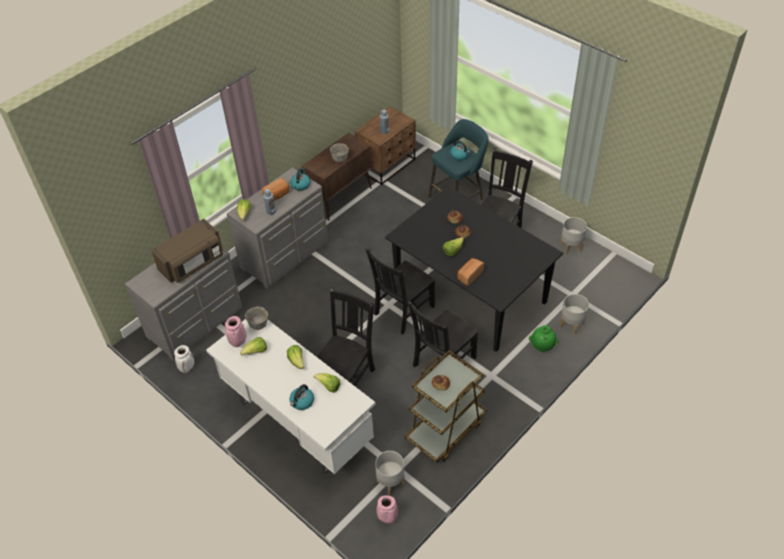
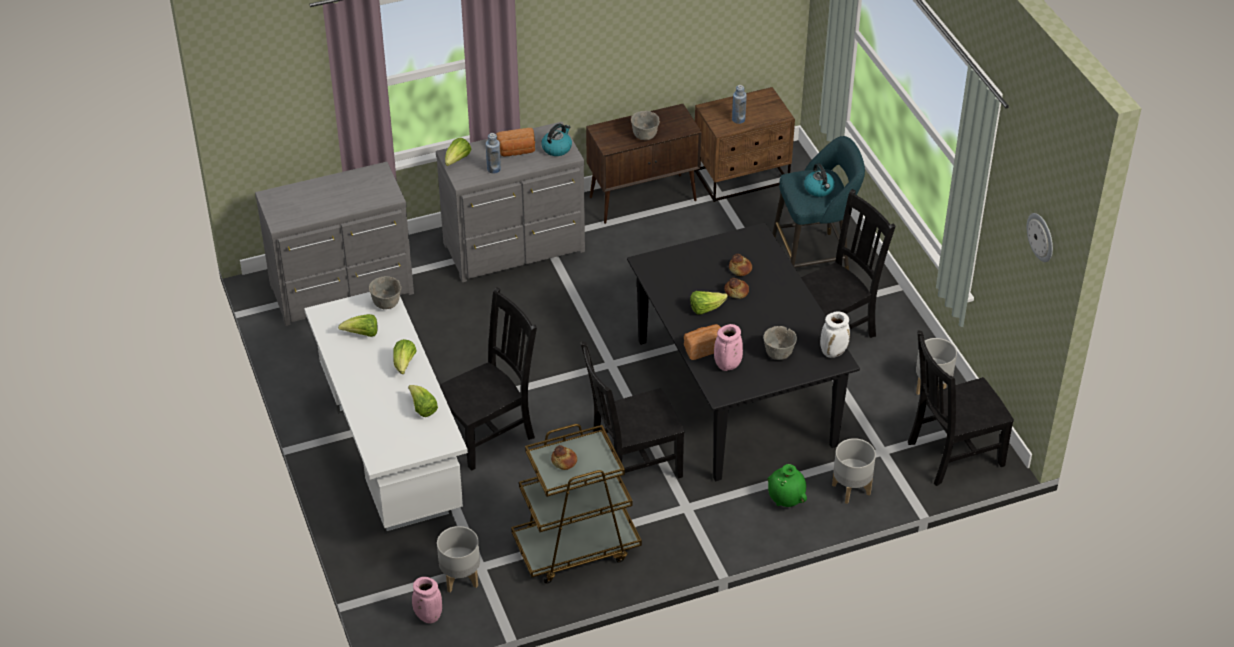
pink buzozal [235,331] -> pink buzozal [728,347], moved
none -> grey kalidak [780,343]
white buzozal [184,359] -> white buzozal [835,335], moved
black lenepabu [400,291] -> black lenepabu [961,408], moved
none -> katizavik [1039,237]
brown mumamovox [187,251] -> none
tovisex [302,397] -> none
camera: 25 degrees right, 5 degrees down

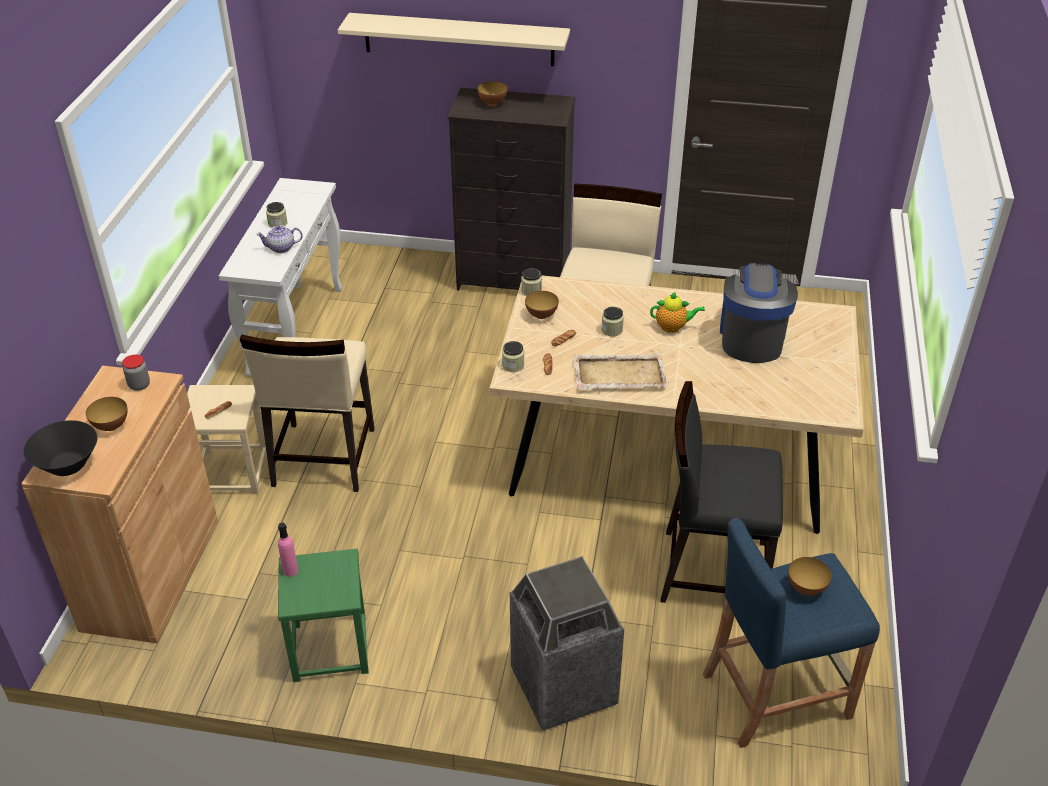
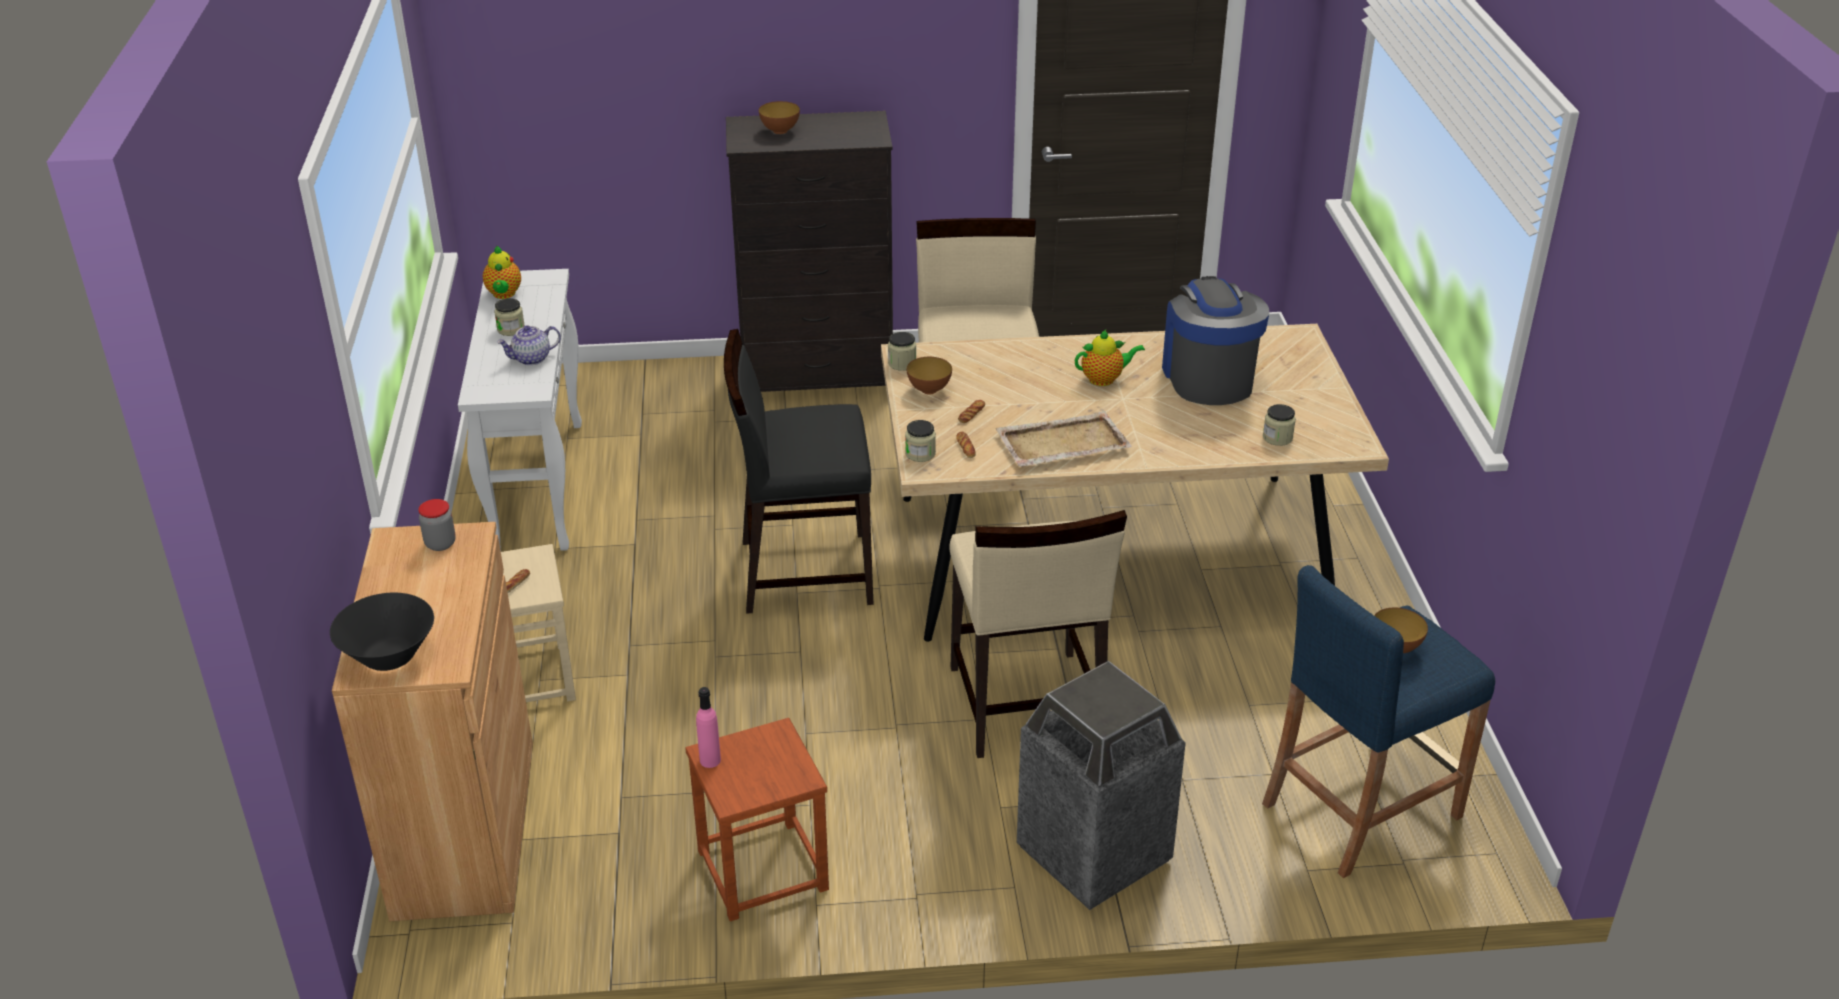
none -> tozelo [502,272]
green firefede [323,615] -> brown firefede [757,819]
black lenepabu [721,492] -> black lenepabu [799,471], moved
beige lenepabu [307,413] -> beige lenepabu [1038,634], moved
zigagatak [612,322] -> zigagatak [1279,425], moved
kalidak [107,414] -> none
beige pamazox [454,39] -> none
camera: 15 degrees left, 5 degrees down

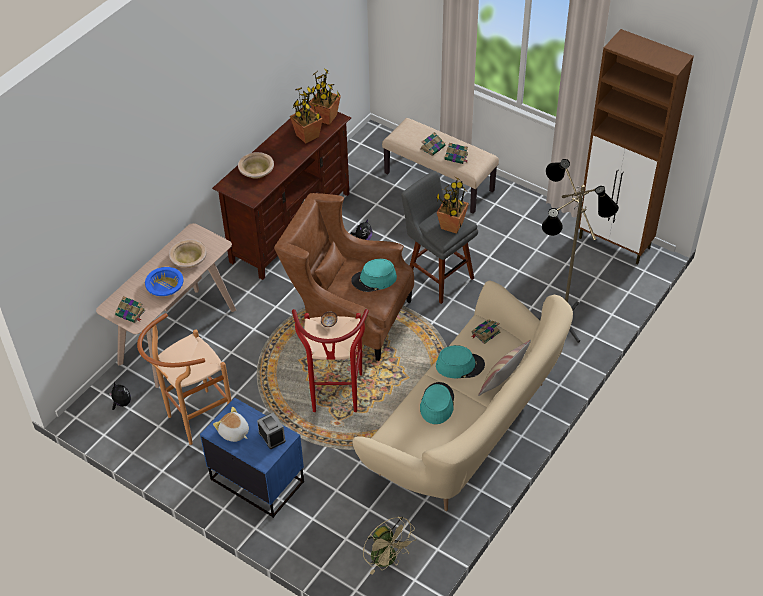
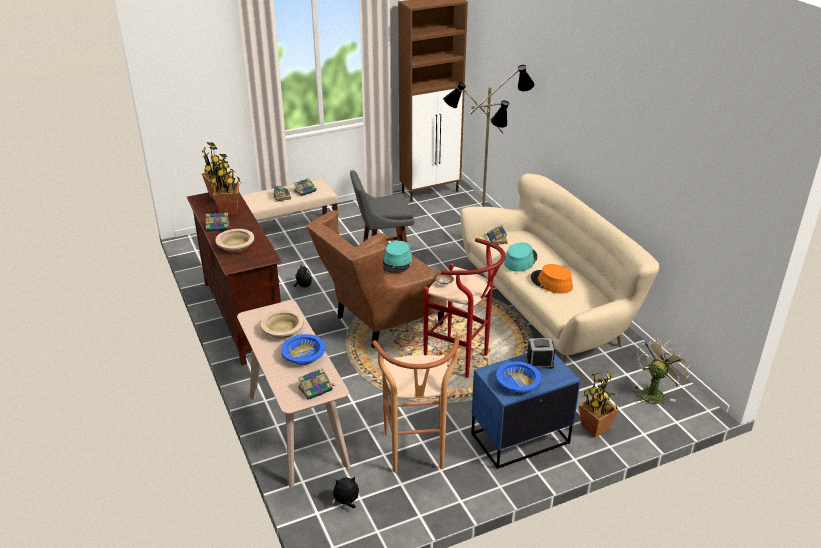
none -> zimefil [219,222]
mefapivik [231,424] -> blue kalidak [518,377]
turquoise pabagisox [437,403] -> orange pabagisox [552,279]
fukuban [452,205] -> fukuban [599,404], moved
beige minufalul [389,545] -> beige minufalul [661,370], 45 degrees counterclockwise
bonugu [504,367] -> none
camera: 60 degrees left, 15 degrees down

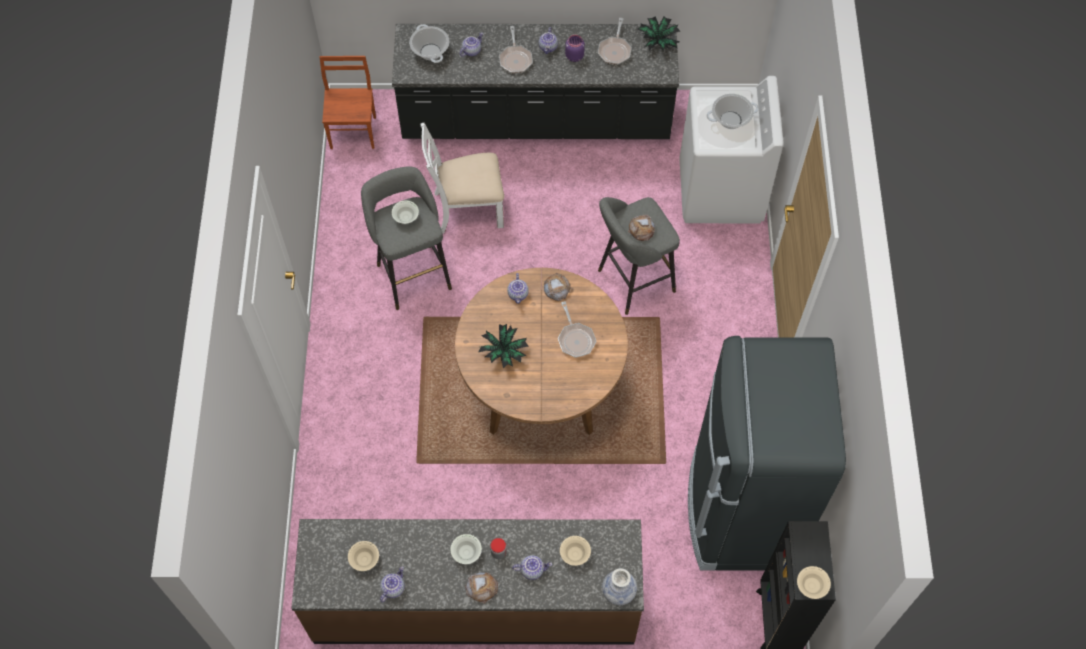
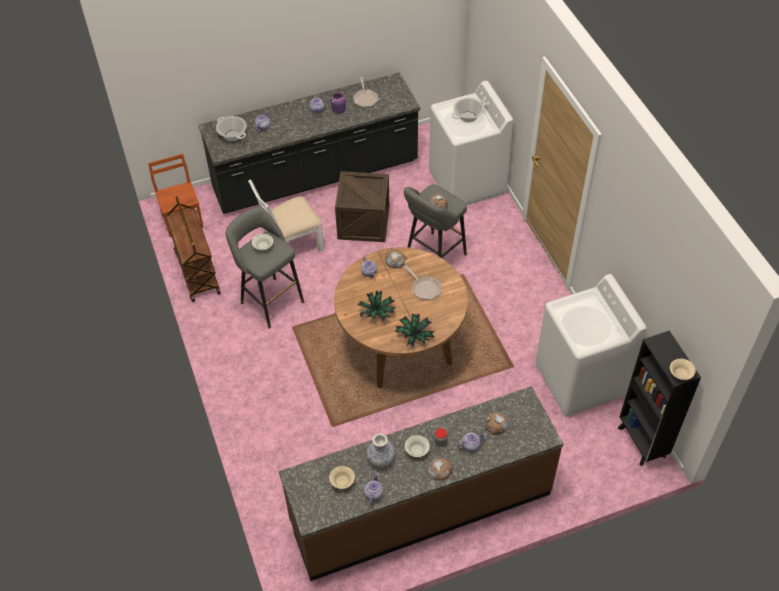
none -> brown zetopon [193,249]
none -> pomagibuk [362,206]
buzozal [619,586] -> buzozal [381,450], moved
fukuban [658,33] -> fukuban [415,330], moved
beige kalidak [575,551] -> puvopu [497,423]
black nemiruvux [767,453] -> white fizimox [591,345]
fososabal [516,49] -> none
camera: 20 degrees left, 10 degrees down

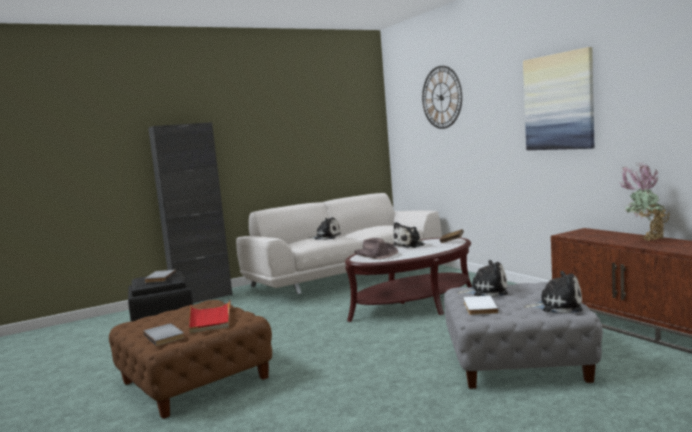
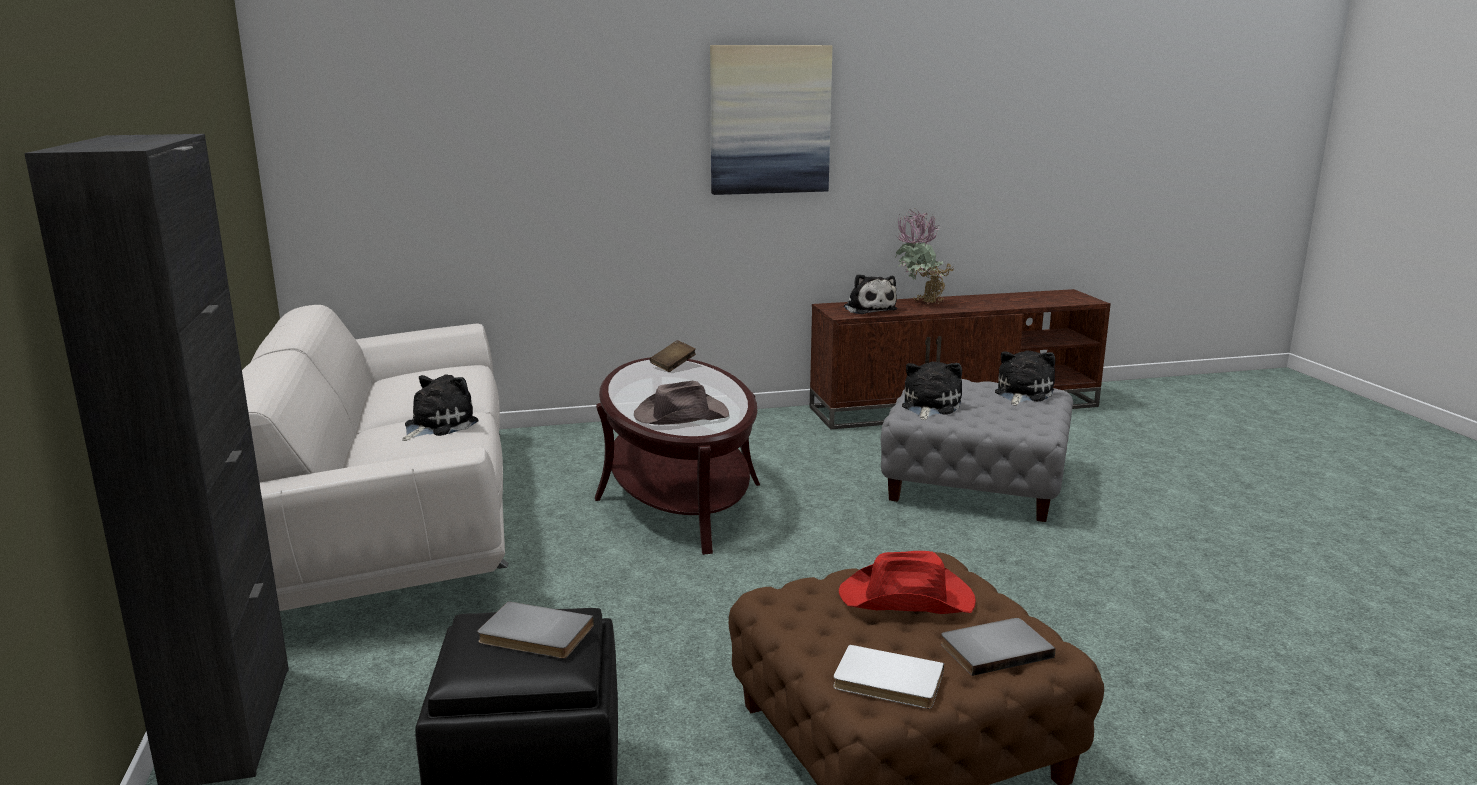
white zimefil [480,305] -> white zimefil [888,677], moved
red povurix [210,316] -> red pabagisox [907,582]
mefapivik [408,235] -> mefapivik [870,294], moved
katizavik [442,97] -> none
camera: 75 degrees left, 10 degrees up

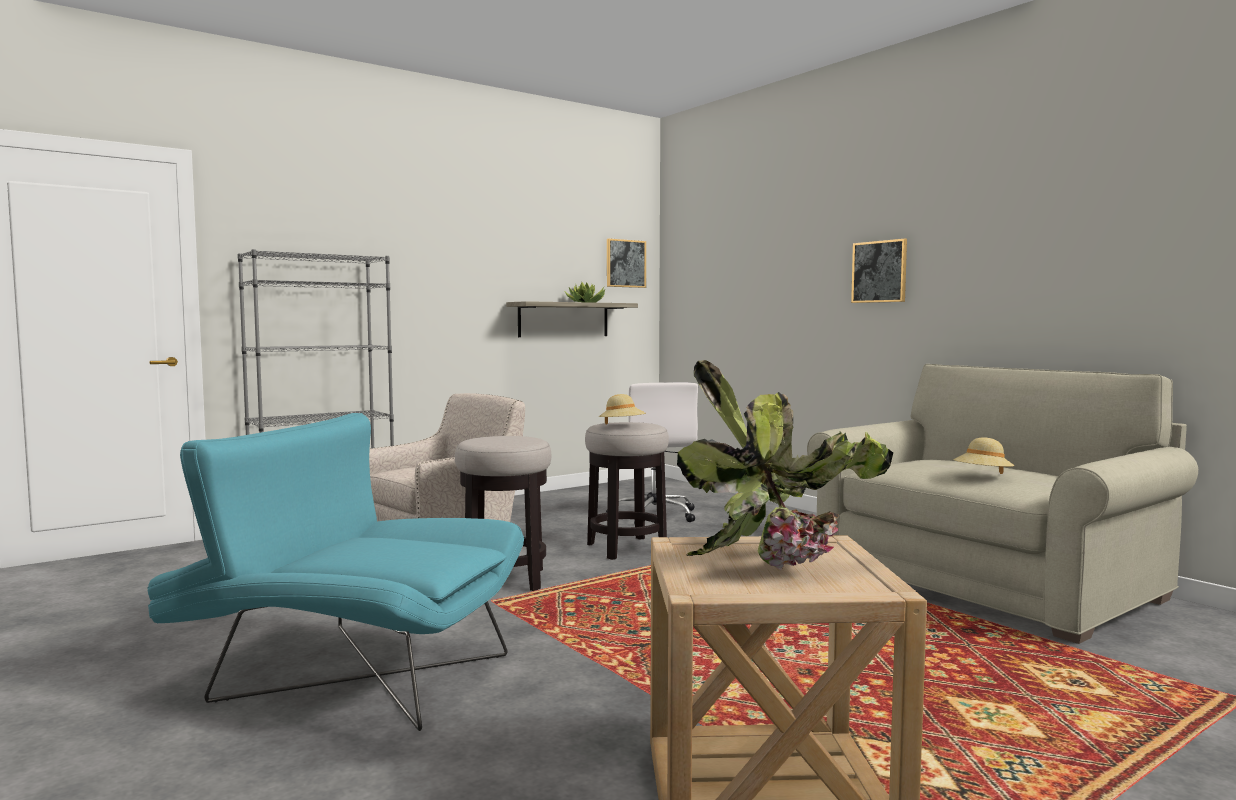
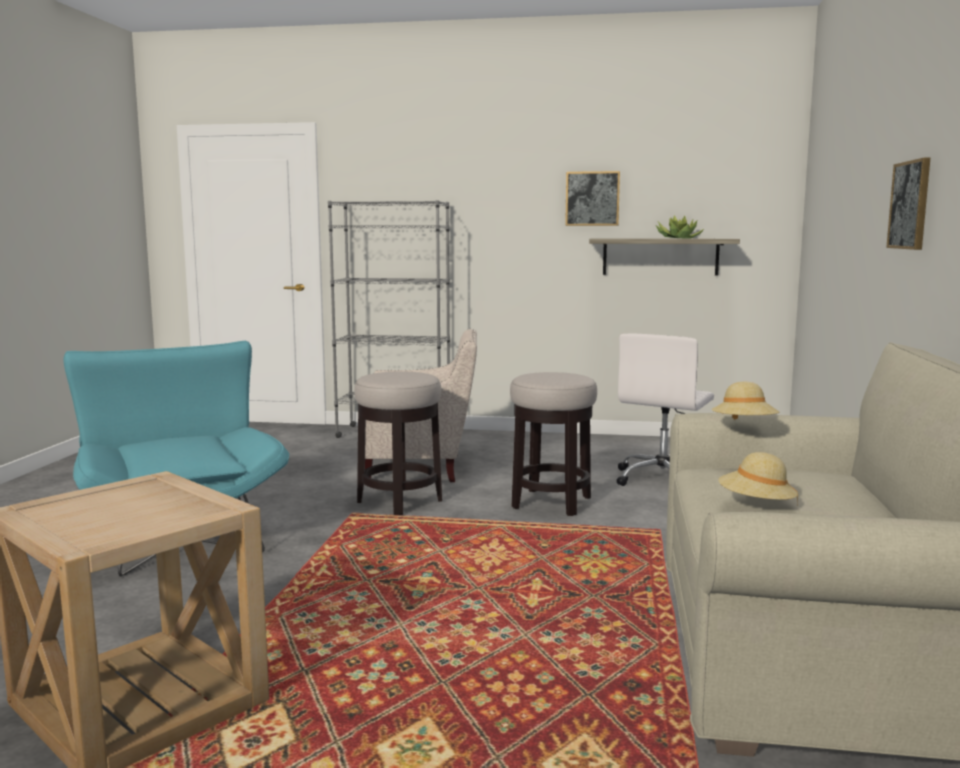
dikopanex [626,263] -> dikopanex [592,198], moved
beige pabagisox [622,409] -> beige pabagisox [745,401], moved
fukuban [785,465] -> none
camera: 45 degrees right, 5 degrees up

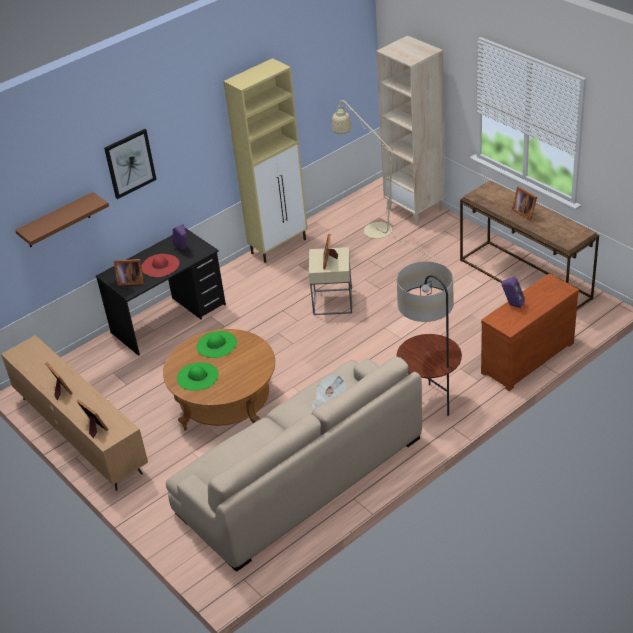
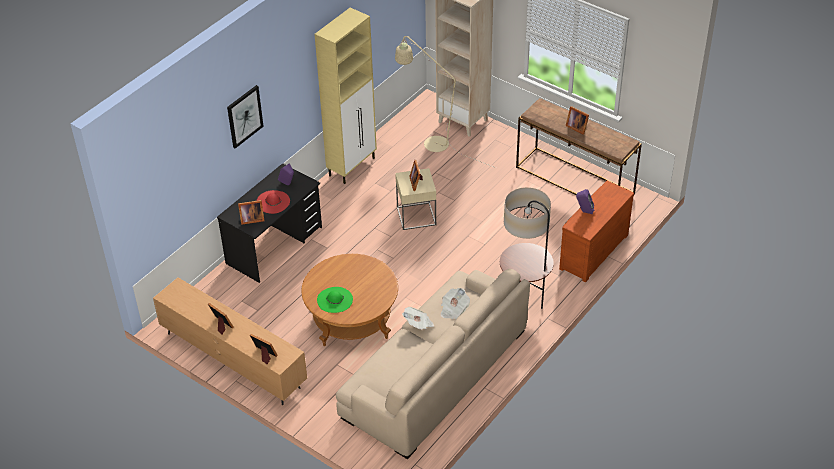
none -> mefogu [418,318]
brown pamazox [62,219] -> none
green pabagisox [216,344] -> none
camera: 15 degrees left, 5 degrees up

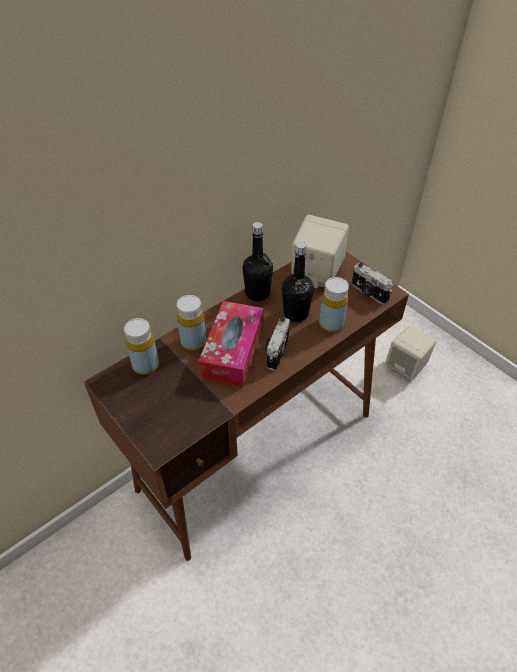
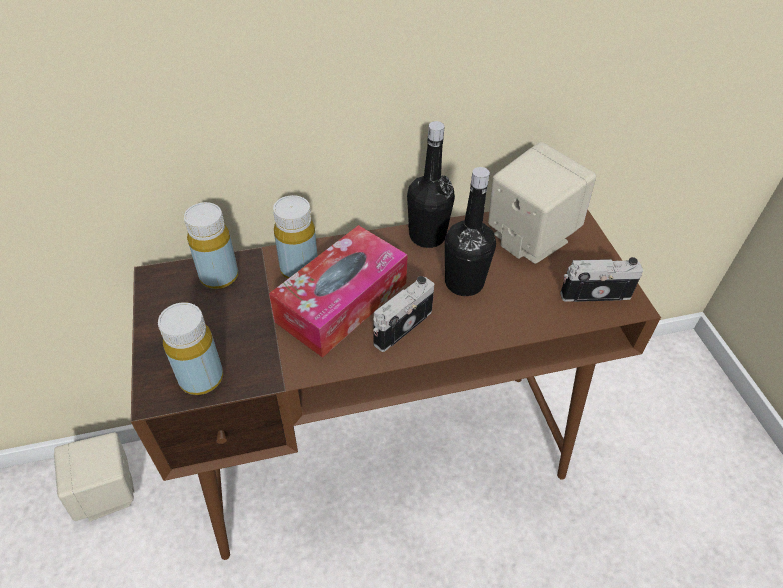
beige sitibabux [410,354] -> beige sitibabux [94,476], moved
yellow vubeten [334,304] -> yellow vubeten [190,348], moved
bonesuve [372,284] -> bonesuve [601,279], 105 degrees clockwise
camera: 25 degrees right, 0 degrees up

